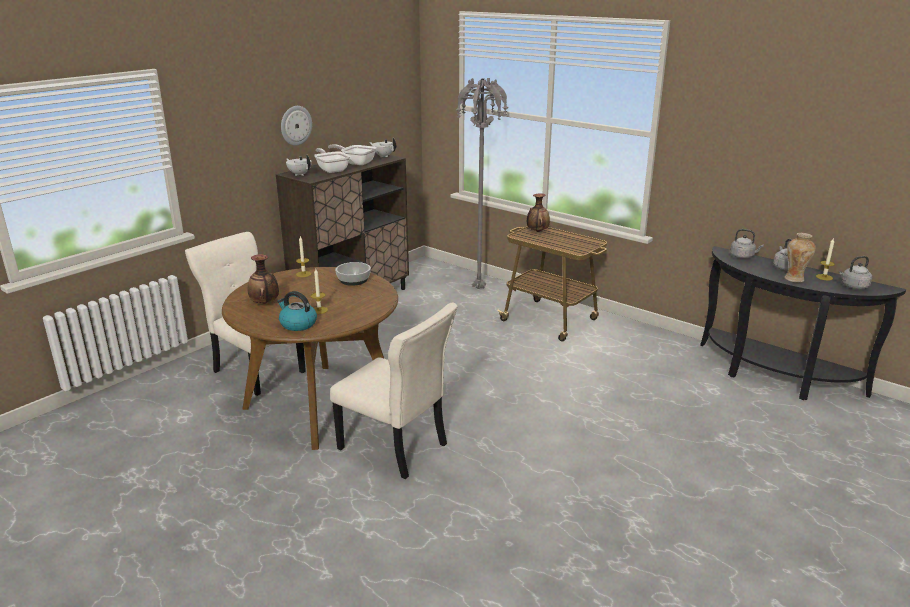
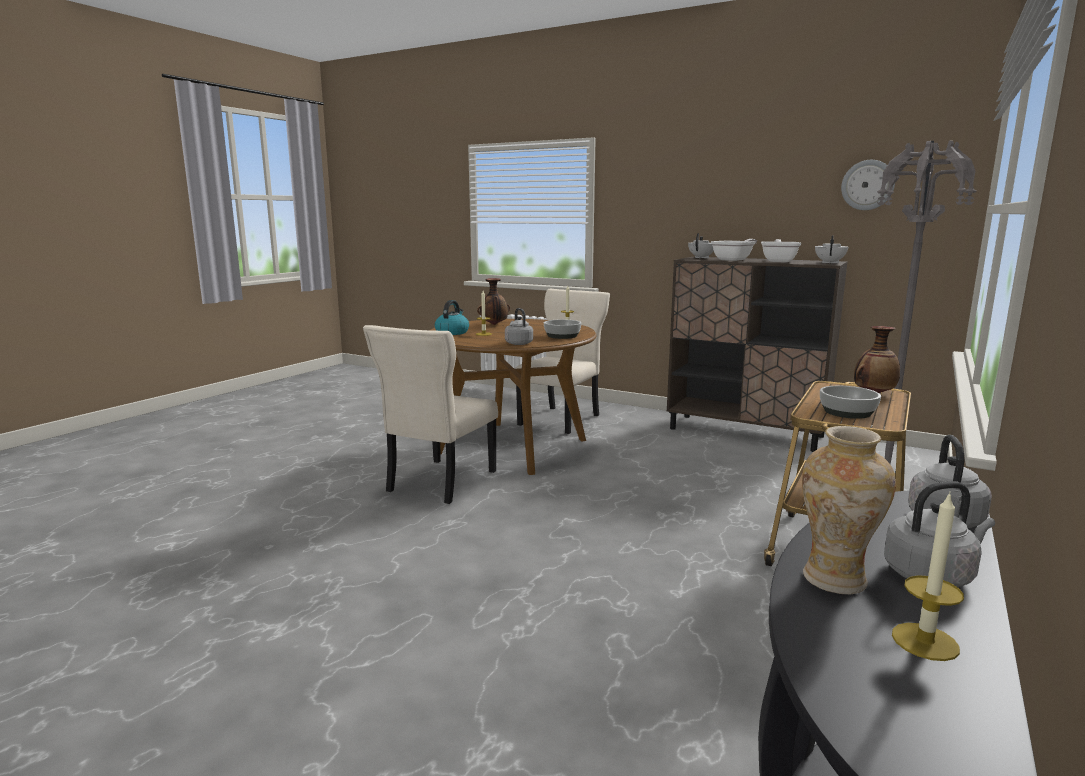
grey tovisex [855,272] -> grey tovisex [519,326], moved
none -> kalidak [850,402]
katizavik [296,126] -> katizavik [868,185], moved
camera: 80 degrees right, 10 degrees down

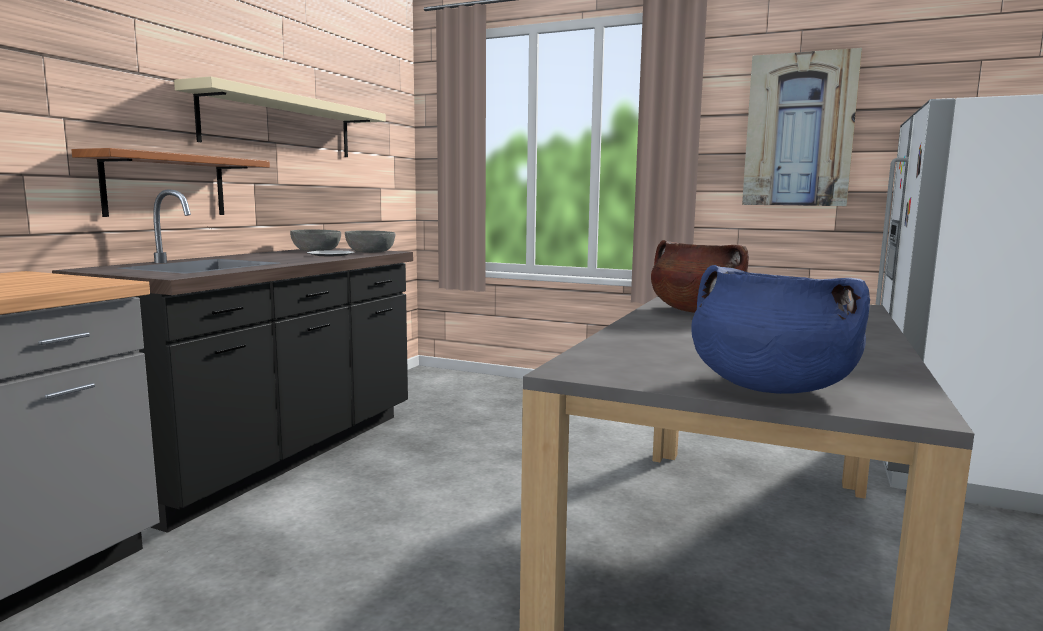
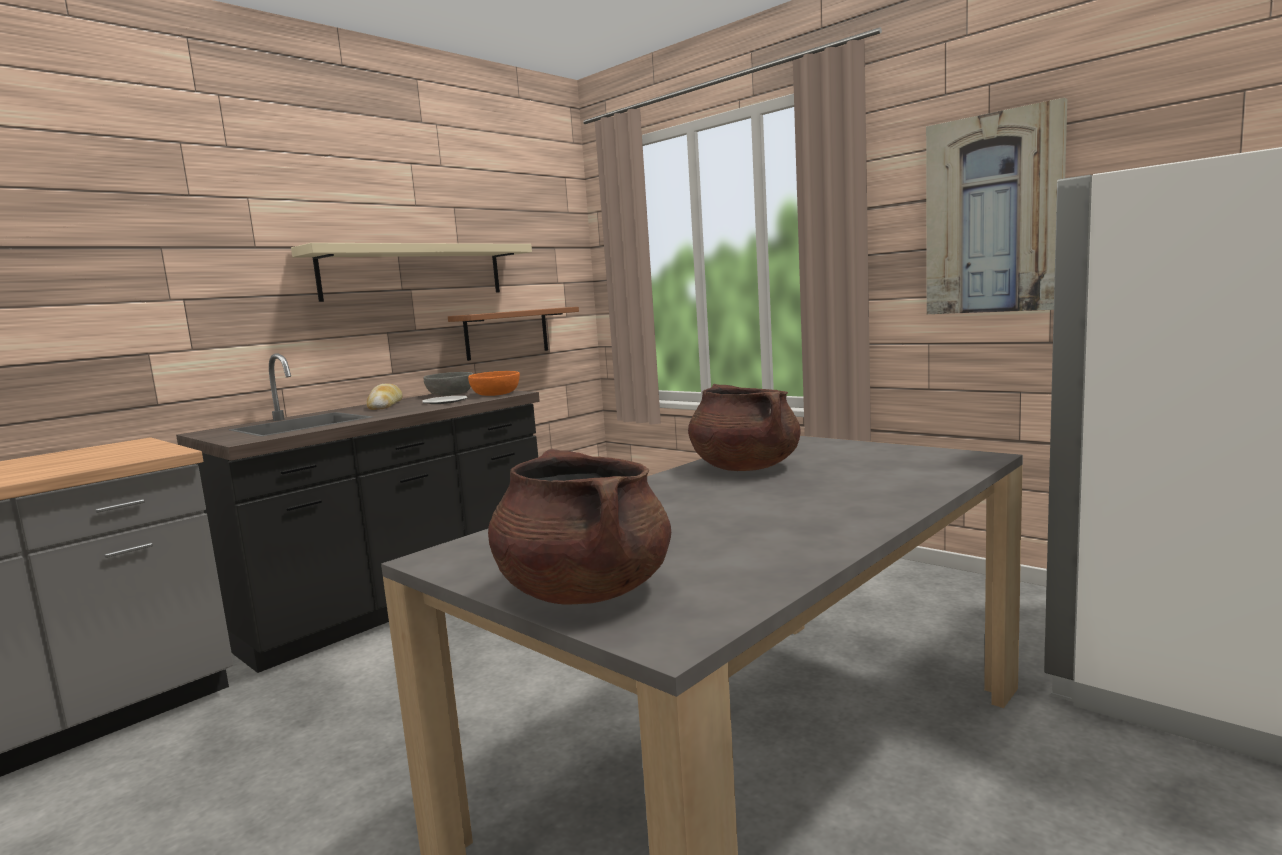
none -> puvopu [384,396]
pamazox [171,182] -> pamazox [513,334], moved
grey kalidak [370,241] -> orange kalidak [494,383]
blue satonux [780,329] -> brown satonux [579,526]
camera: 20 degrees right, 0 degrees up

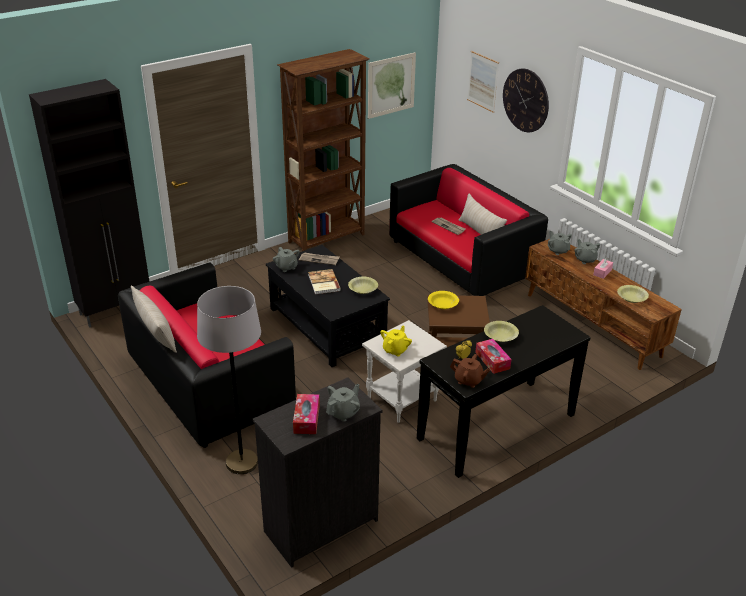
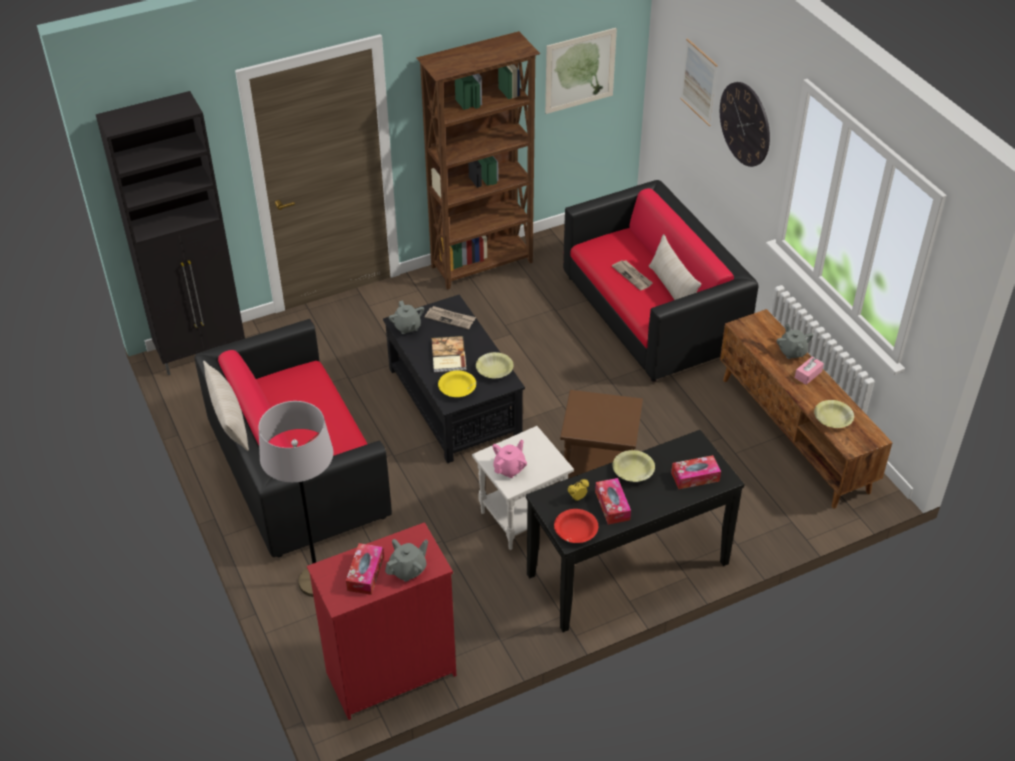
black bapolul [318,472] -> red bapolul [381,621]
yellow kalidak [443,300] -> yellow kalidak [457,383], moved
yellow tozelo [396,340] -> pink tozelo [509,458]
brown tozelo [470,371] -> red kalidak [576,526]
none -> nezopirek [696,472]
grey tozelo [560,243] -> none
camera: 10 degrees right, 10 degrees up

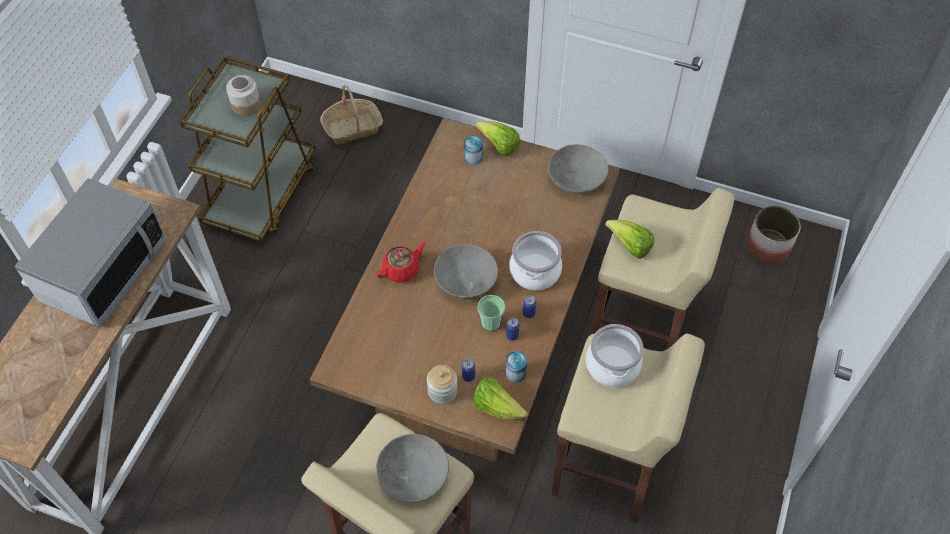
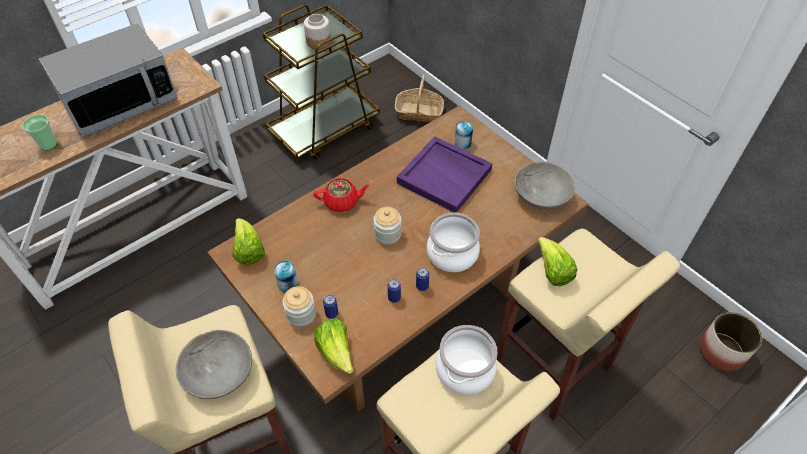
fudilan [491,313] -> fudilan [39,132], moved
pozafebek [497,139] -> pozafebek [249,241], moved
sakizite [516,367] -> sakizite [286,277], moved
grey kalidak [466,272] -> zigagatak [387,226]
none -> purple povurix [445,174]
camera: 30 degrees right, 5 degrees down

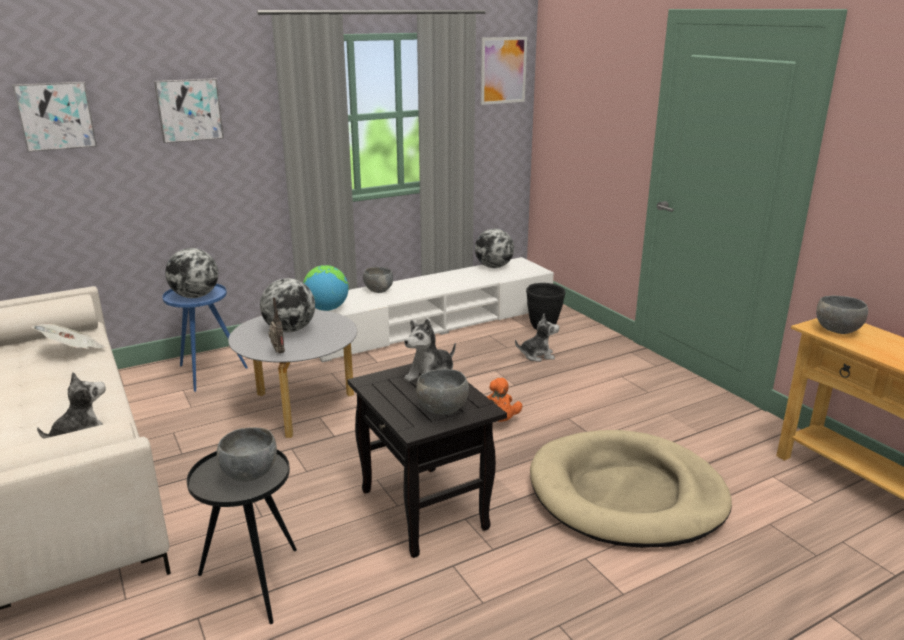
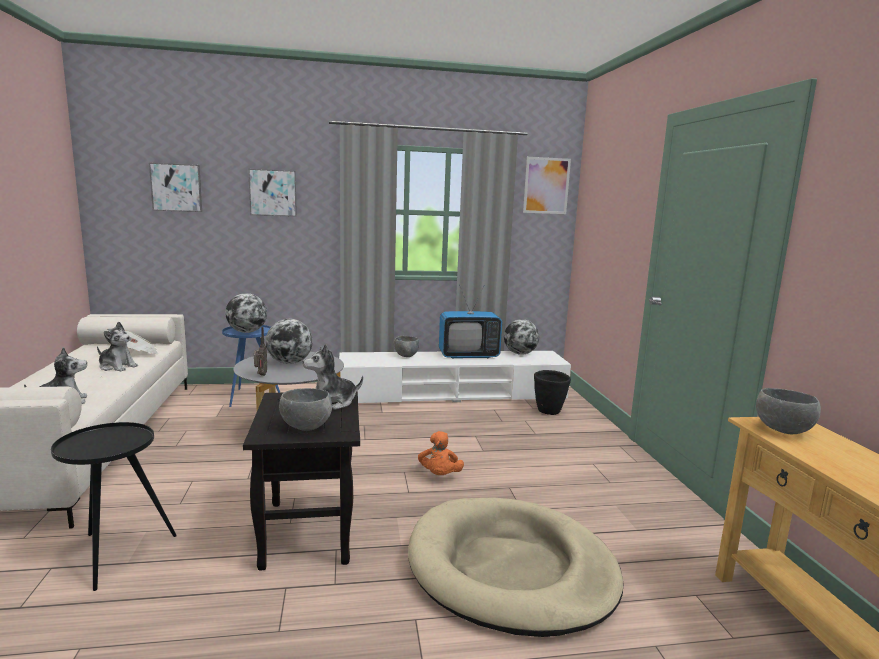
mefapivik [537,338] -> mefapivik [117,347], moved
none -> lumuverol [470,322]
grey kalidak [247,454] -> none
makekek [326,288] -> none
camera: 20 degrees right, 10 degrees down

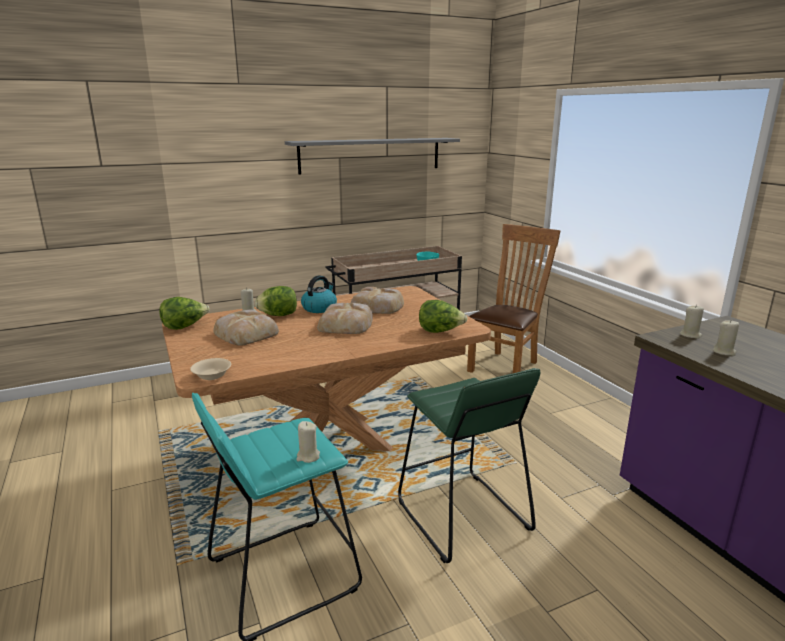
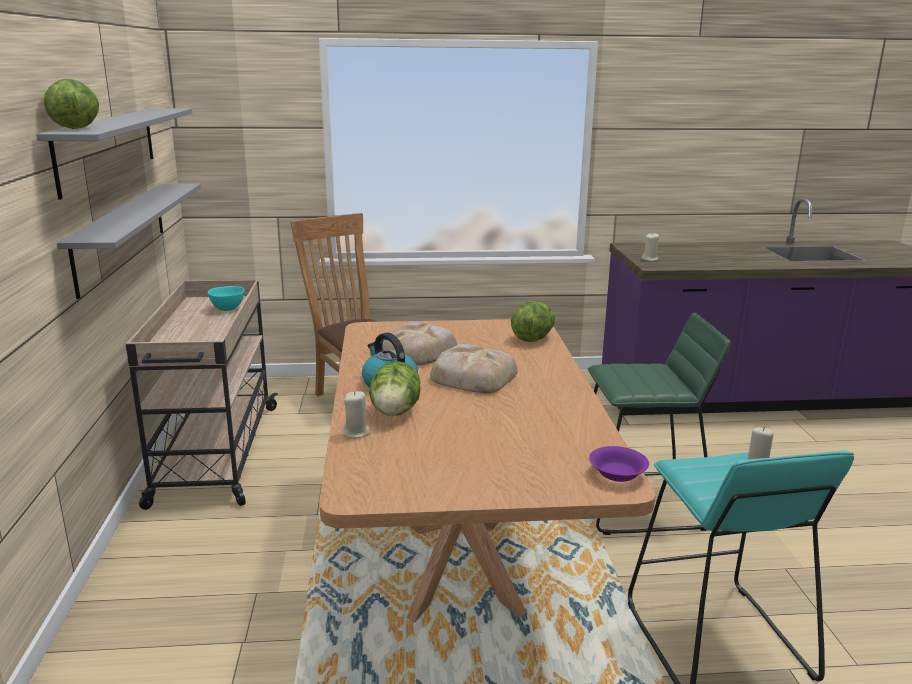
pozafebek [184,313] -> pozafebek [71,104], moved
none -> grey pamazox [129,241]
beige kalidak [210,369] -> purple kalidak [619,464]
puvopu [246,328] -> none
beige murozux [725,338] -> none
camera: 70 degrees left, 0 degrees up

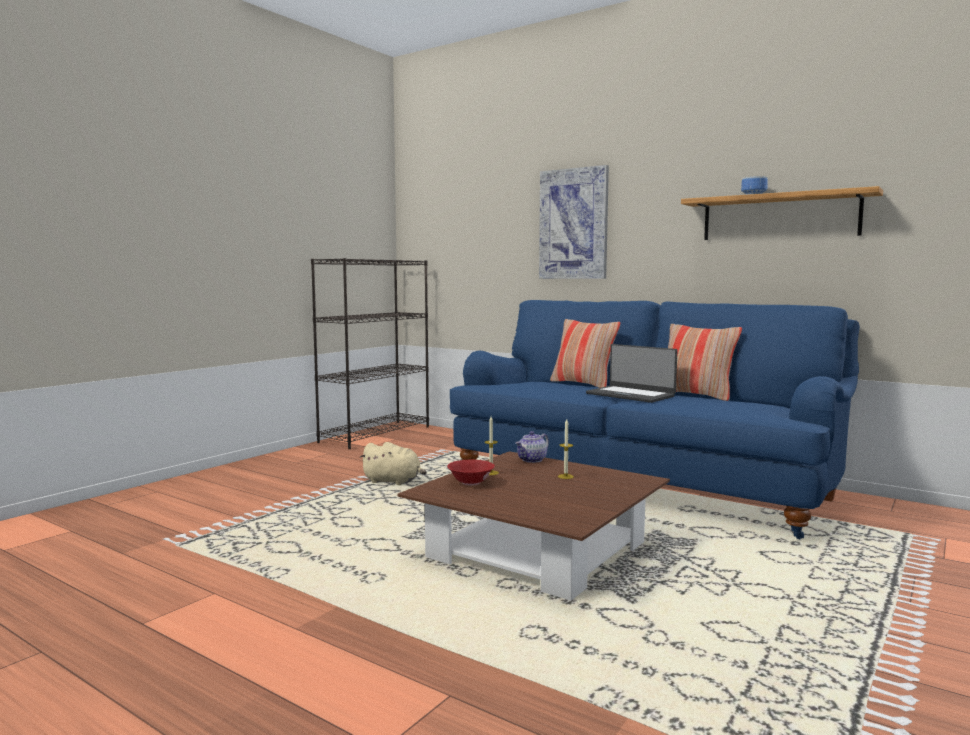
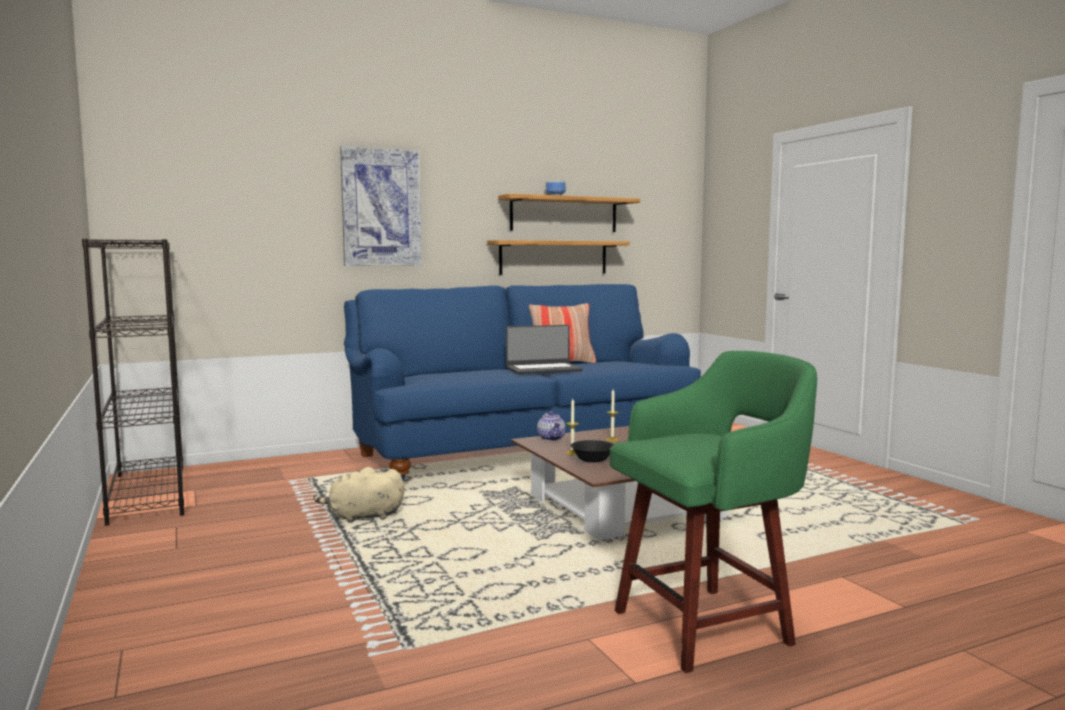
beige mefapivik [393,463] -> beige mefapivik [358,495], 150 degrees counterclockwise
none -> pamazox [558,257]
red kalidak [471,472] -> black kalidak [592,452]
none -> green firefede [713,512]
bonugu [585,353] -> none
camera: 60 degrees left, 0 degrees up

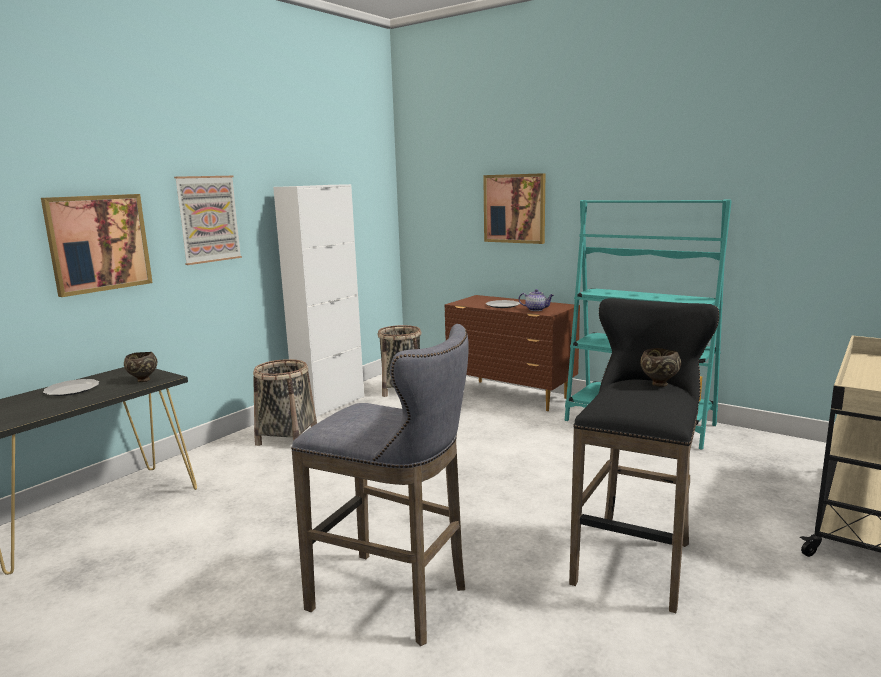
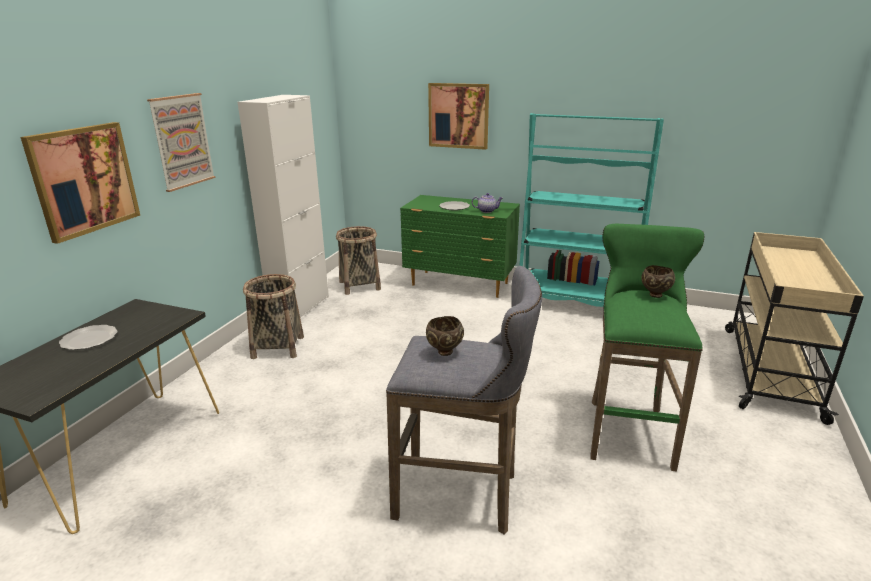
brown bapolul [512,353] -> green bapolul [460,246]
brown kalidak [141,367] -> brown kalidak [445,336], moved
black firefede [644,455] -> green firefede [647,348]
camera: 15 degrees left, 10 degrees up

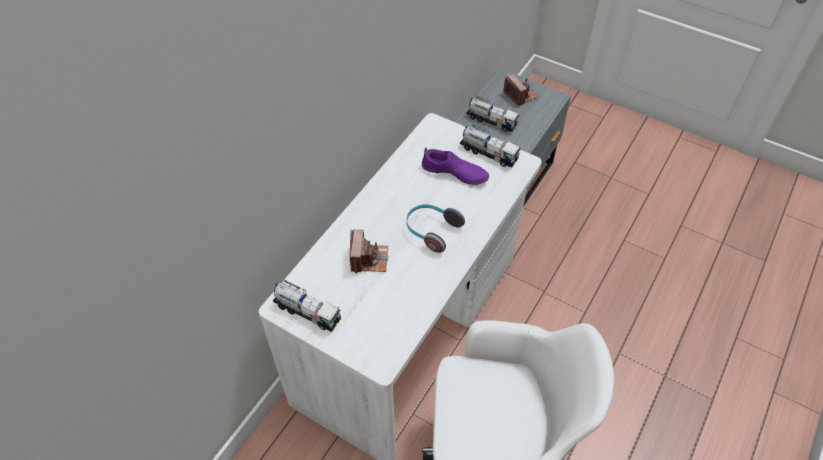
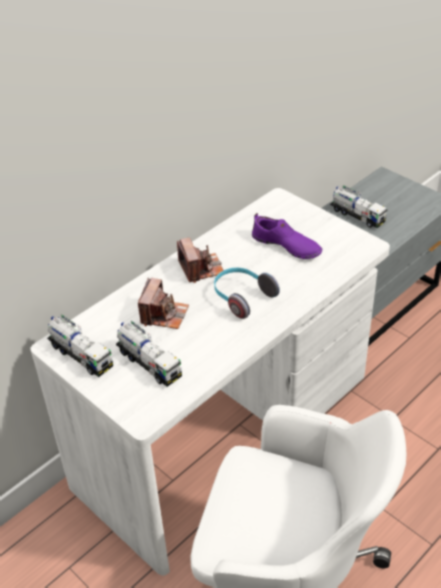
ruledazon [490,145] -> ruledazon [149,354], moved
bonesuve [521,90] -> bonesuve [200,260], moved
camera: 15 degrees right, 10 degrees down

